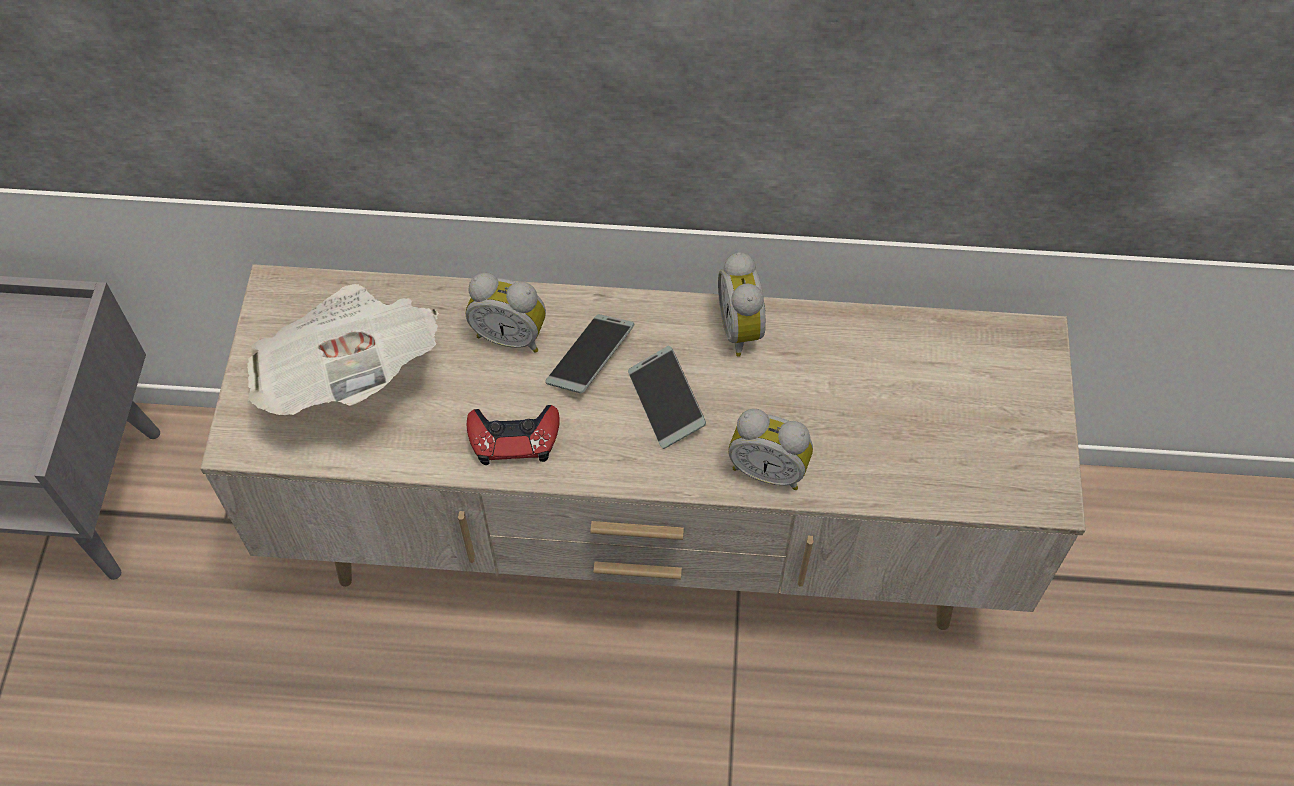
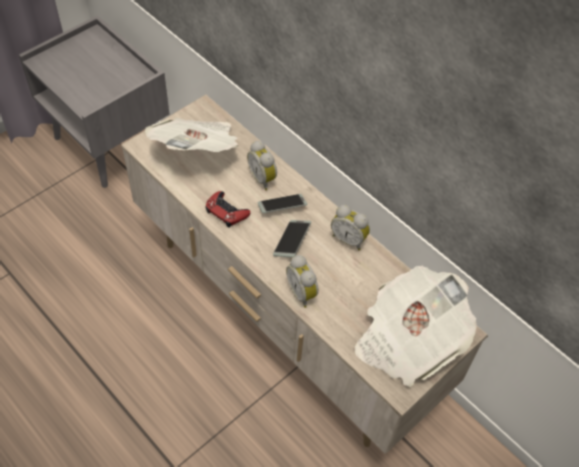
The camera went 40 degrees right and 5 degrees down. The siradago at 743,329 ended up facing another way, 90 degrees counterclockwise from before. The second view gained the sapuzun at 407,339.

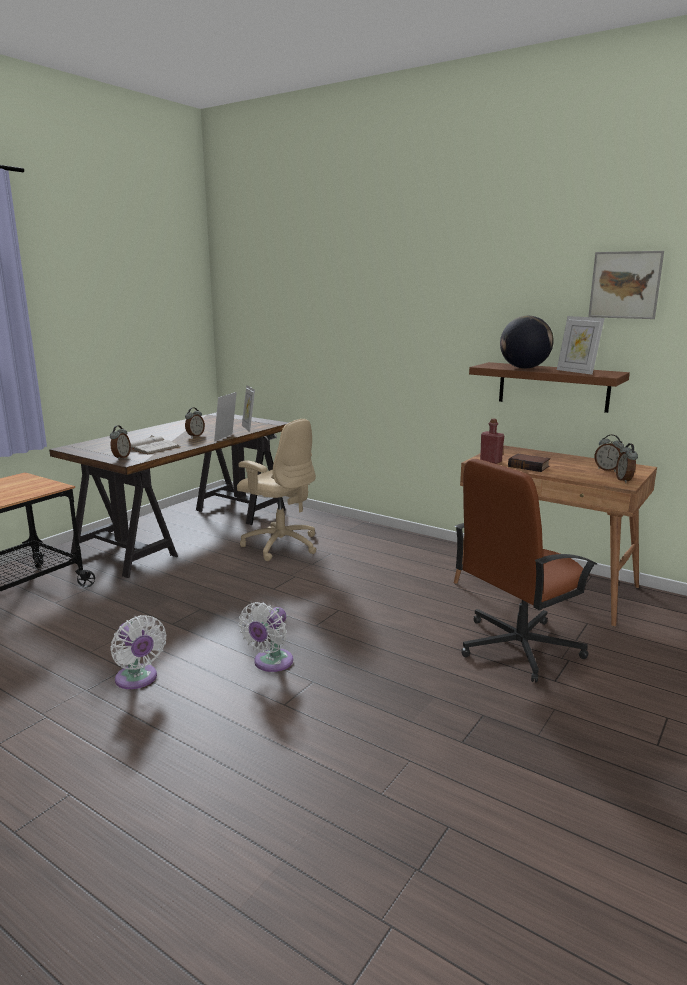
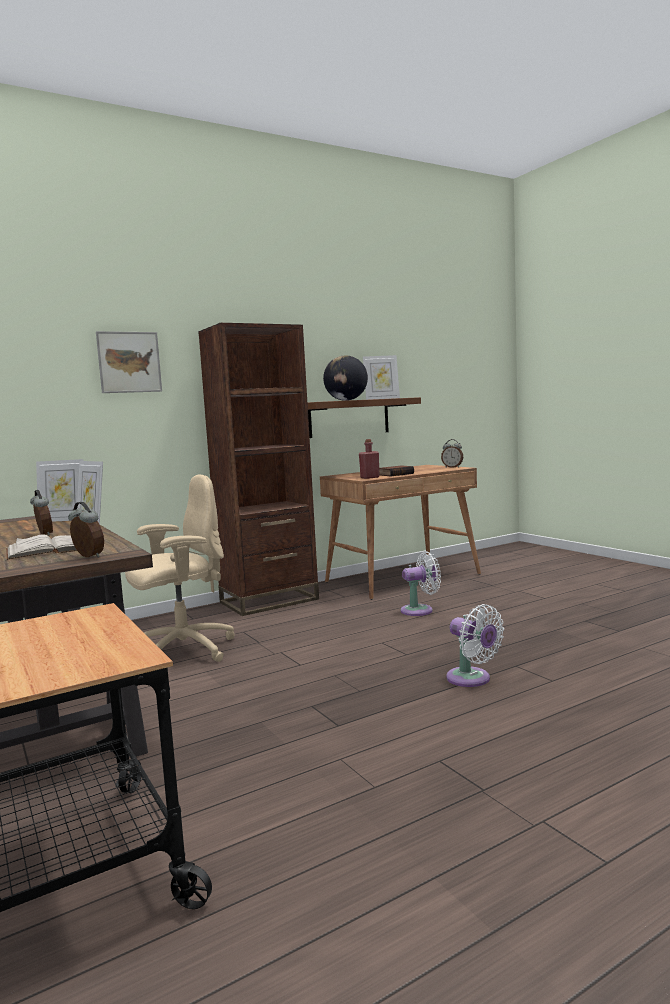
The camera went 65 degrees left and 10 degrees down. The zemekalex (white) ended up elsewhere, having gone from 138,679 to 420,610. The second view lost the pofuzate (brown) at 517,647. The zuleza ended up elsewhere, having gone from 625,285 to 129,362. The second view lost the siradago at 608,470. The second view gained the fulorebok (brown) at 269,601.

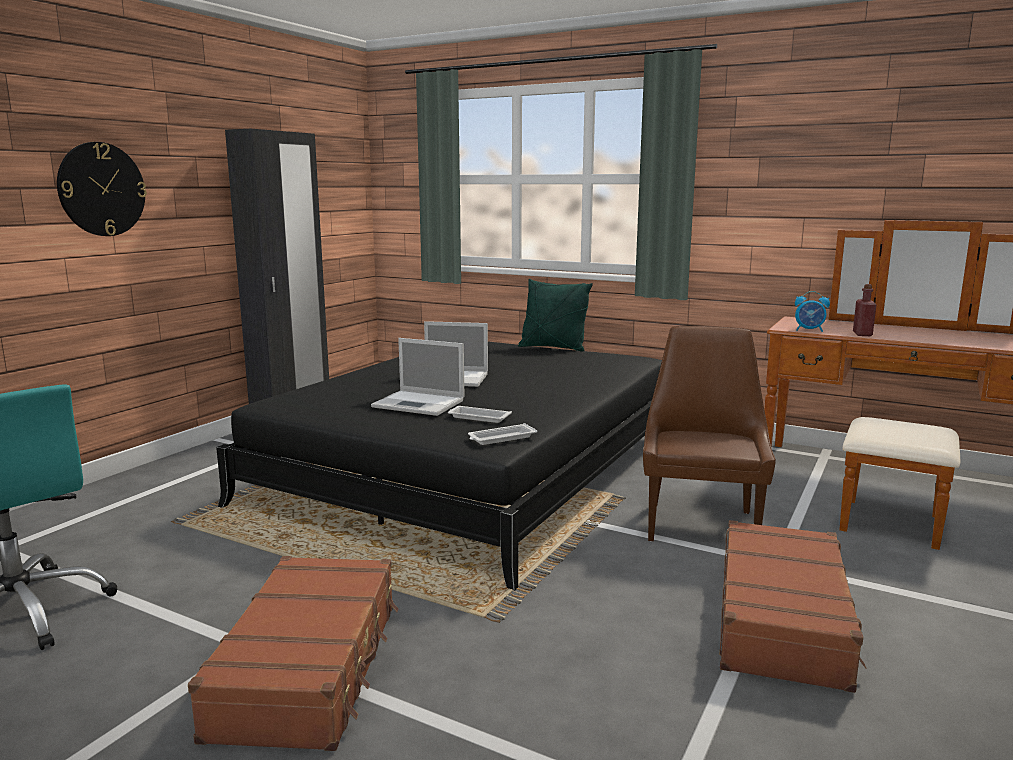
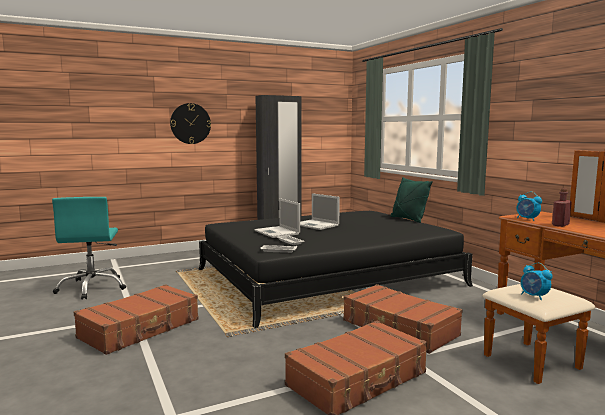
The camera went 35 degrees right and 5 degrees down. Where the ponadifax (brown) stood at 701,524, the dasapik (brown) came to stand at 399,328. The second view gained the siradago at 534,296.

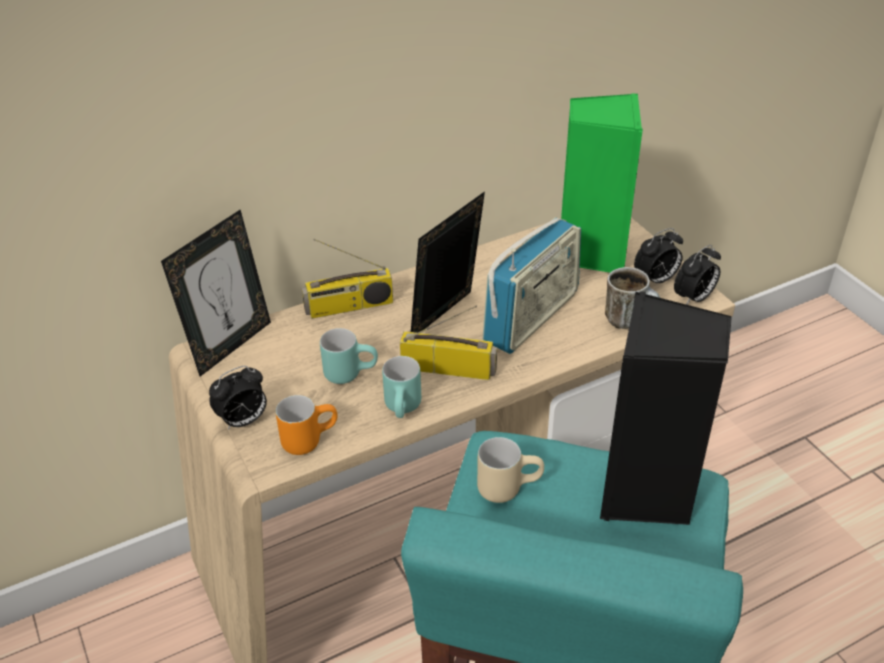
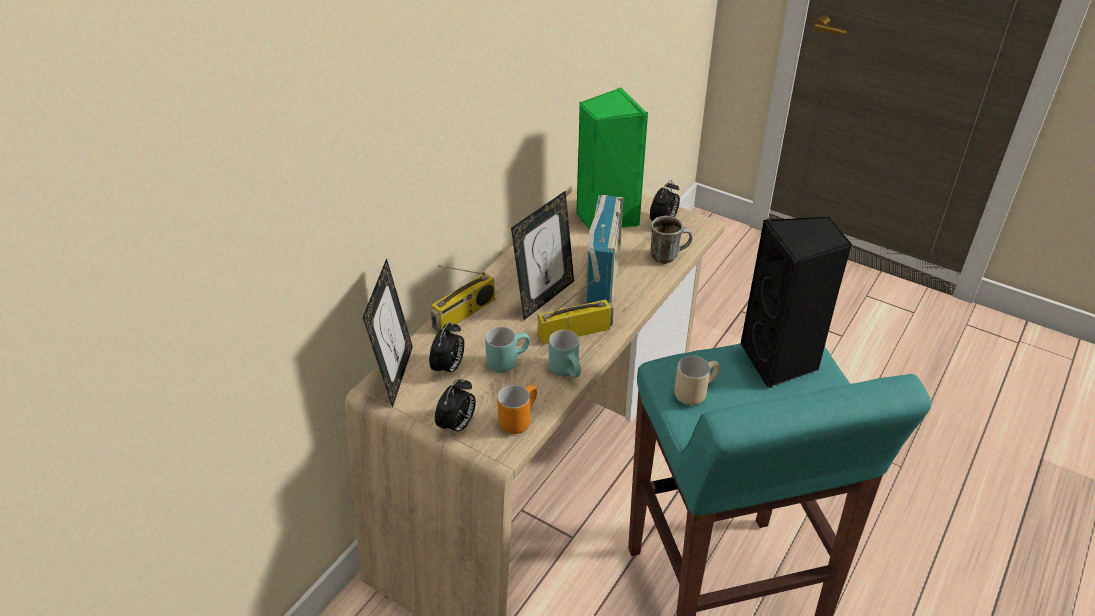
The camera went 30 degrees left and 0 degrees up. The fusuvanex at 447,318 ended up facing another way, 150 degrees counterclockwise from before. The siradago ended up elsewhere, having gone from 693,298 to 449,368.

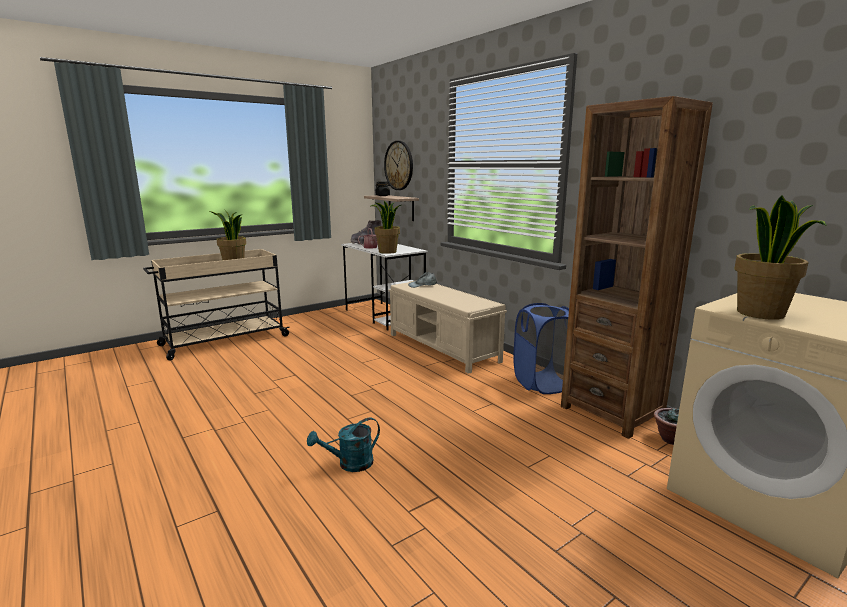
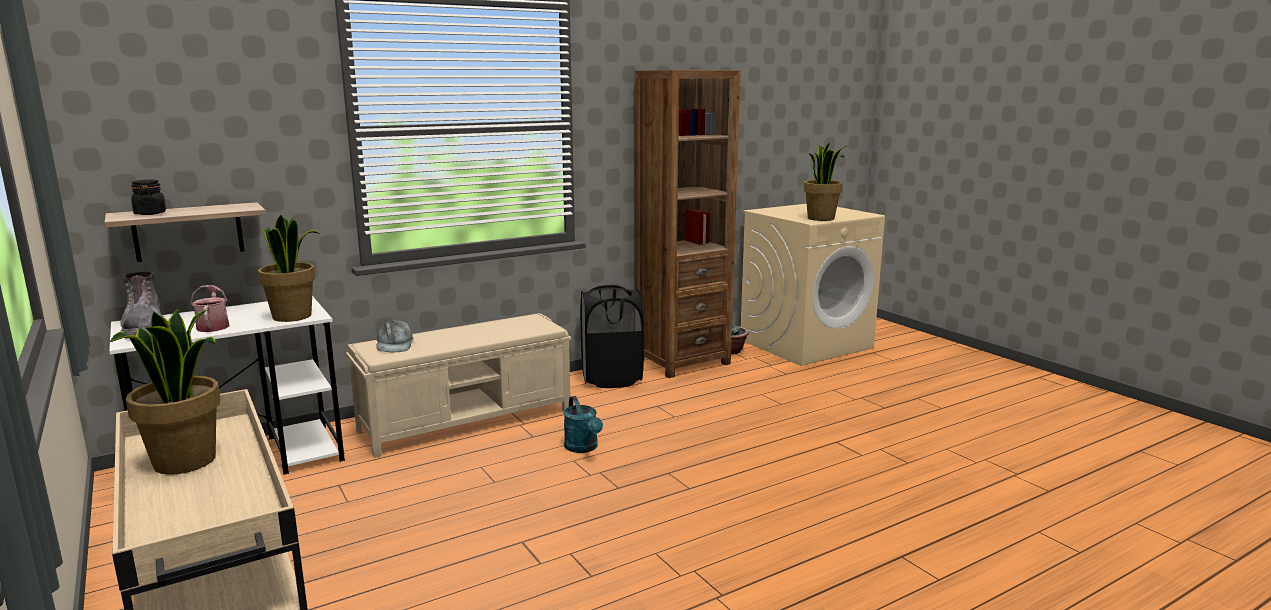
The camera went 85 degrees left and 0 degrees up. The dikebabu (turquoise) ended up elsewhere, having gone from 349,464 to 583,448. The second view lost the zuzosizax at 399,165. What was the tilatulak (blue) at 542,383 turned into the tilatulak (black) at 612,378.

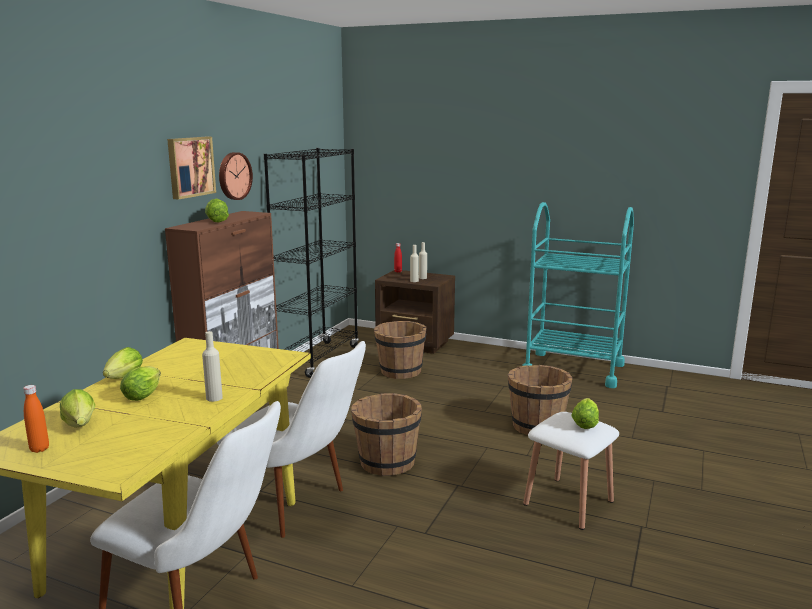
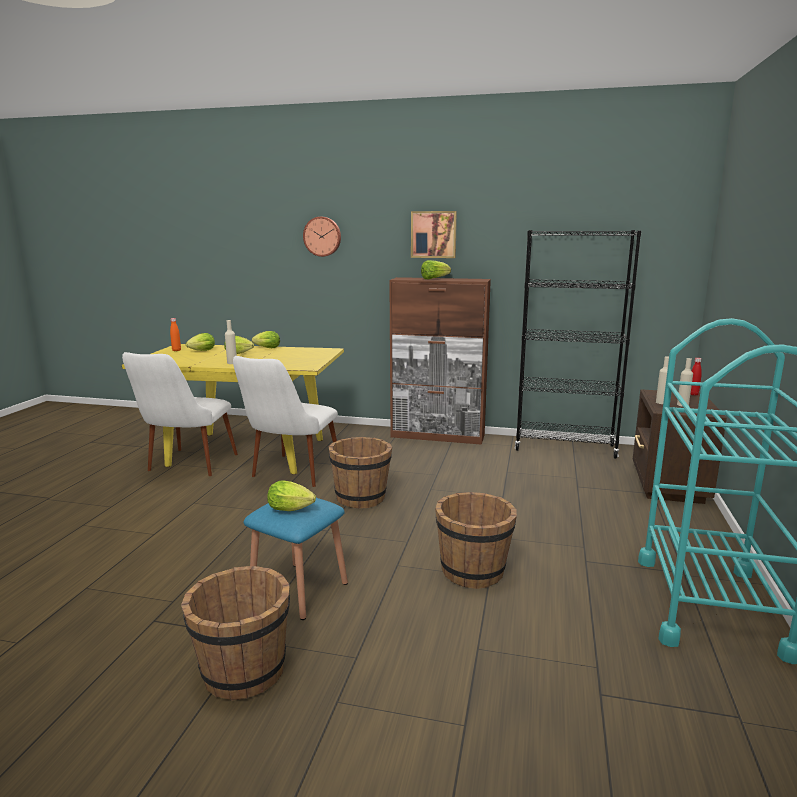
The camera went 80 degrees right and 0 degrees up. The zuzosizax ended up elsewhere, having gone from 233,176 to 322,236. The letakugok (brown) ended up elsewhere, having gone from 400,372 to 243,671. What was the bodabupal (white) at 568,502 turned into the bodabupal (blue) at 299,589.

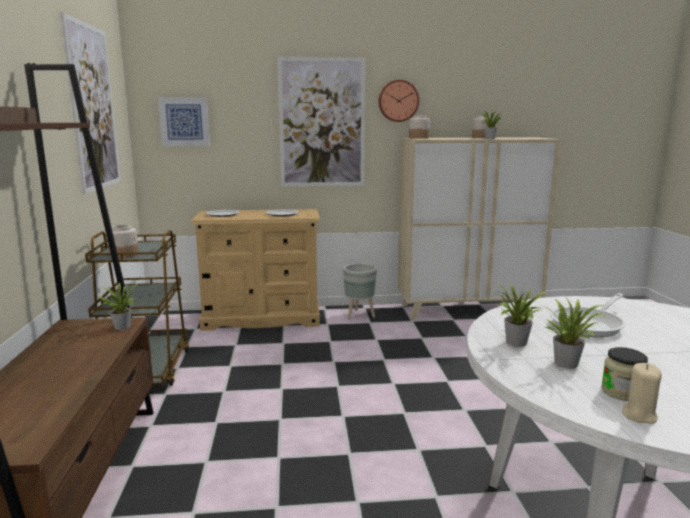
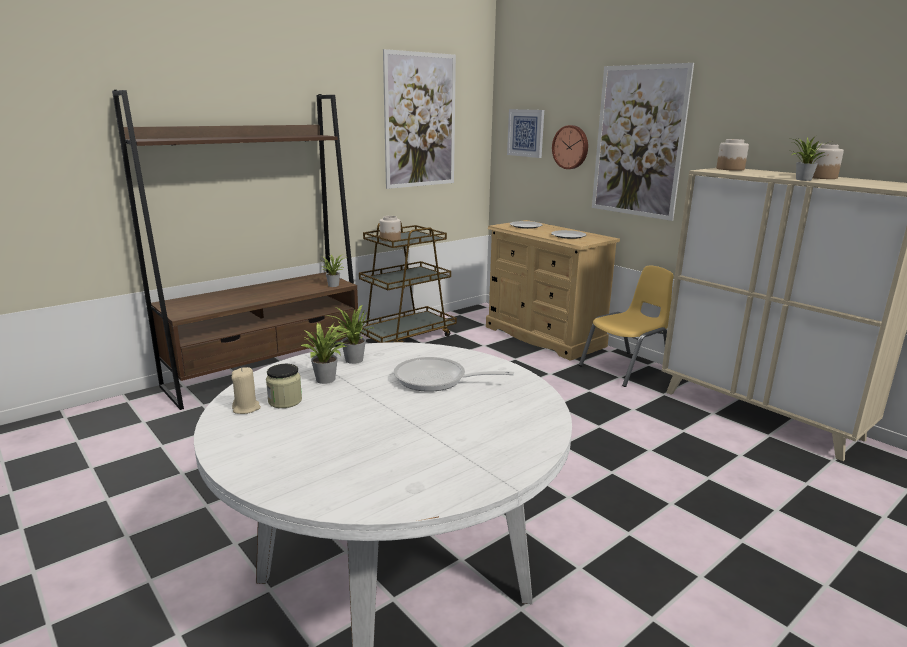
The camera went 55 degrees right and 5 degrees up. Where the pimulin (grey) stood at 360,315, the ponadifax (yellow) came to stand at 626,368. The zuzosizax ended up elsewhere, having gone from 398,101 to 571,147.

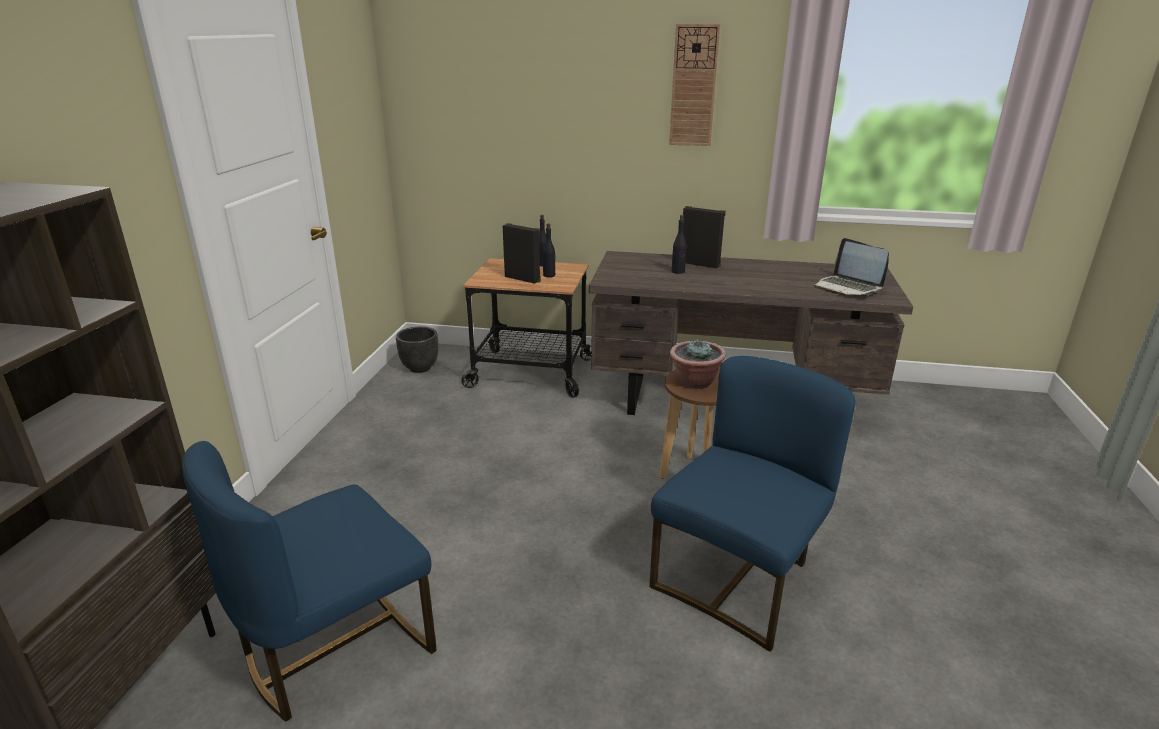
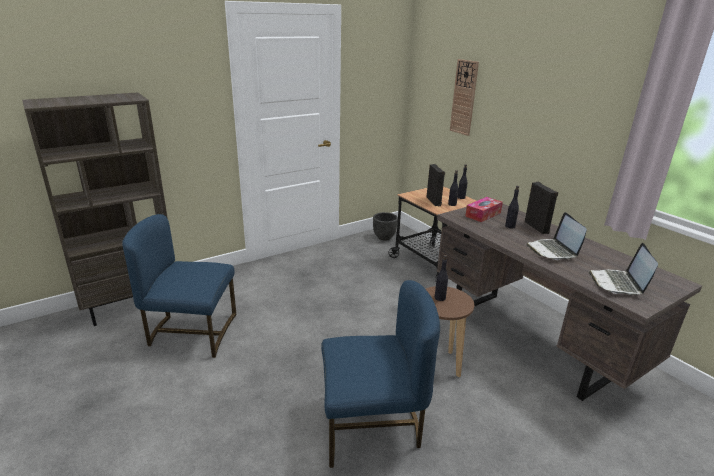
The camera went 45 degrees right and 0 degrees up. The zuzosizax ended up elsewhere, having gone from 693,86 to 464,97. Where the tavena stood at 695,382, the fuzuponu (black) came to stand at 440,298. The second view gained the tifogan at 483,214. The second view gained the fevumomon at 553,250.

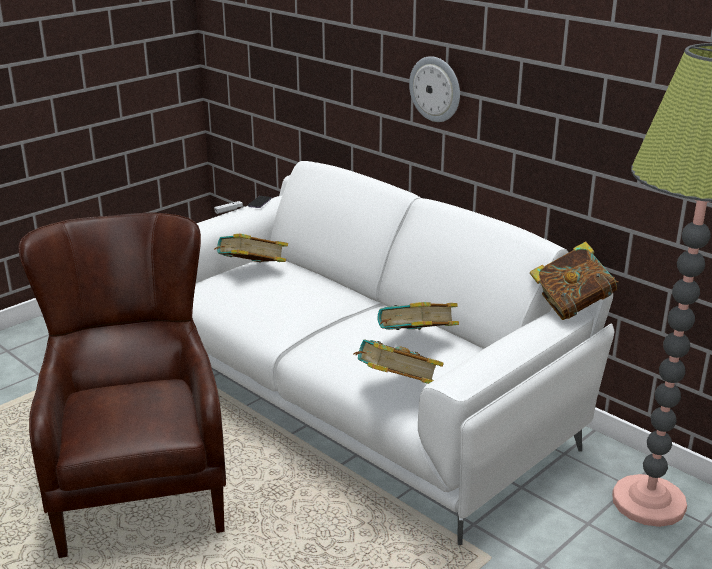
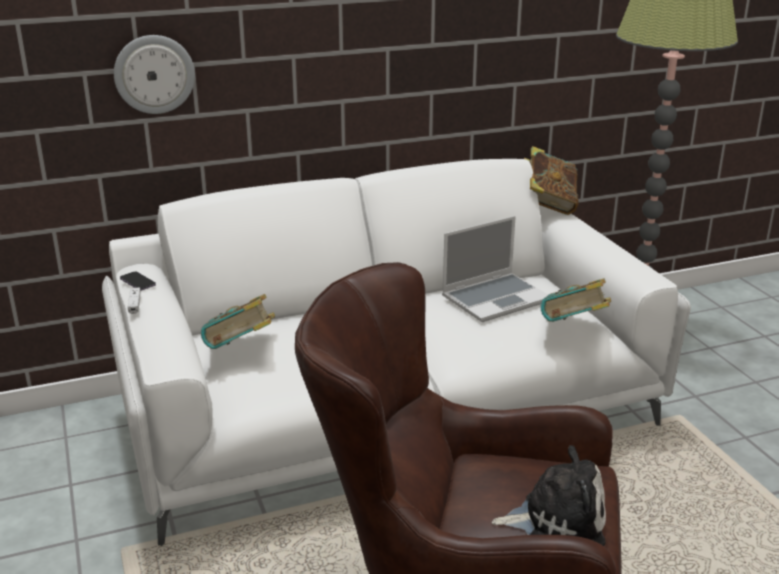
The camera went 65 degrees left and 0 degrees up. Where the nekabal stood at 417,341, the fevumomon came to stand at 495,298. The zuzosizax ended up elsewhere, having gone from 435,89 to 154,74. The second view gained the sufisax at 557,520.

